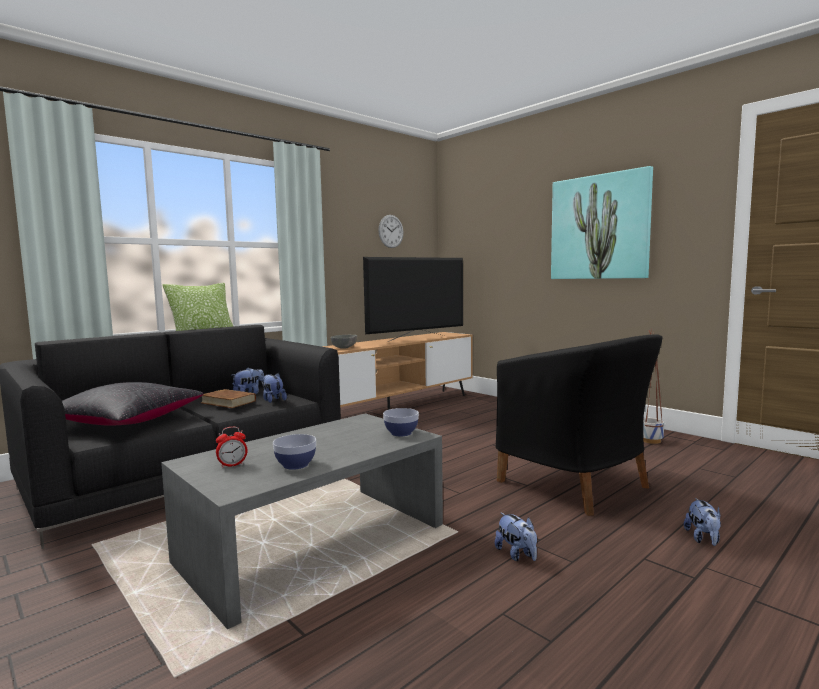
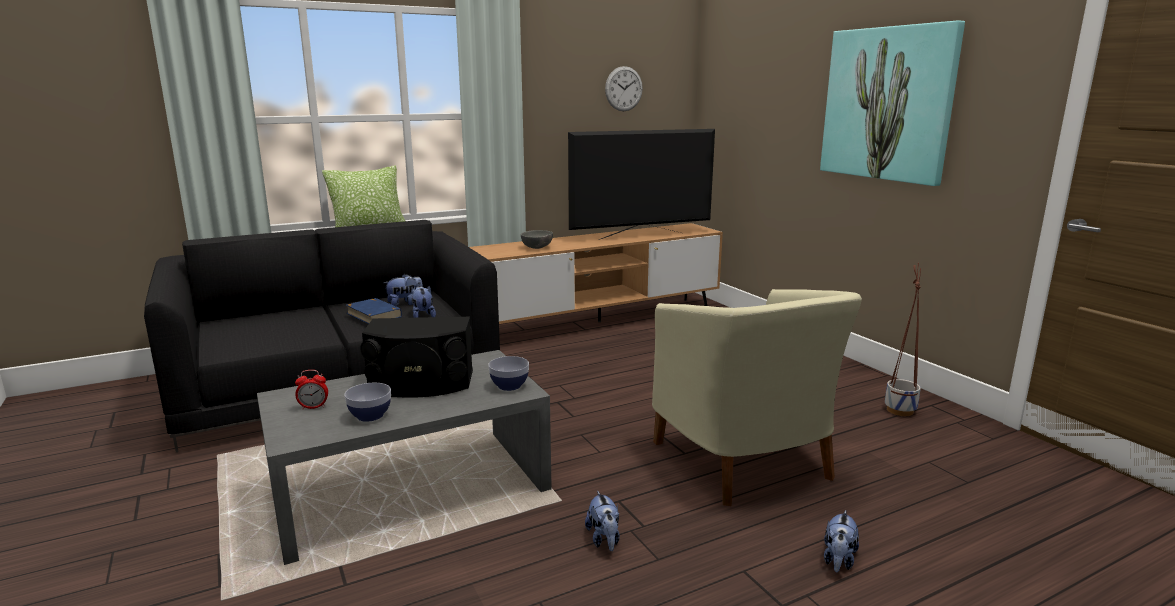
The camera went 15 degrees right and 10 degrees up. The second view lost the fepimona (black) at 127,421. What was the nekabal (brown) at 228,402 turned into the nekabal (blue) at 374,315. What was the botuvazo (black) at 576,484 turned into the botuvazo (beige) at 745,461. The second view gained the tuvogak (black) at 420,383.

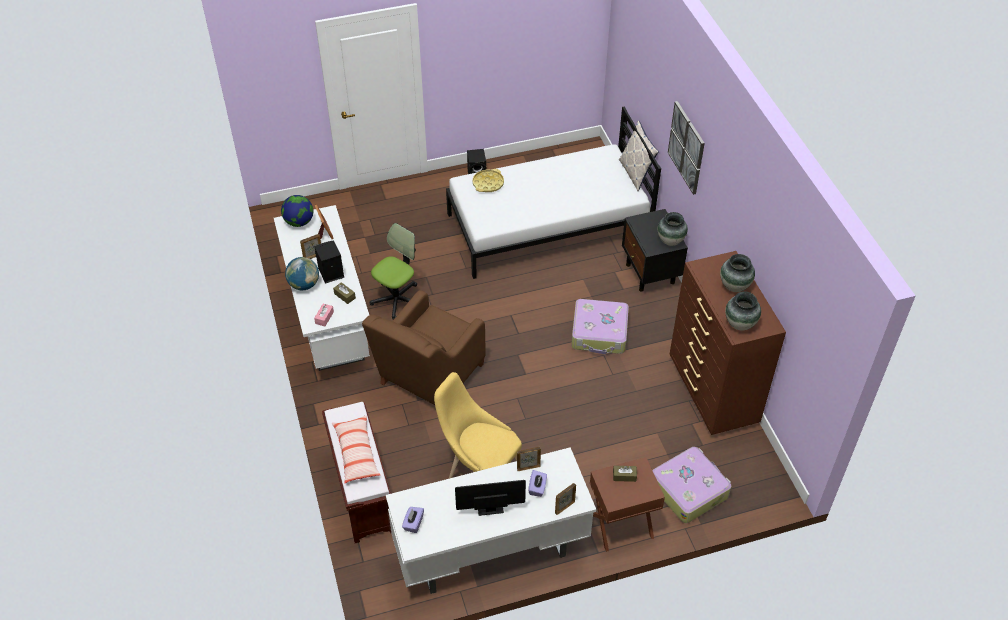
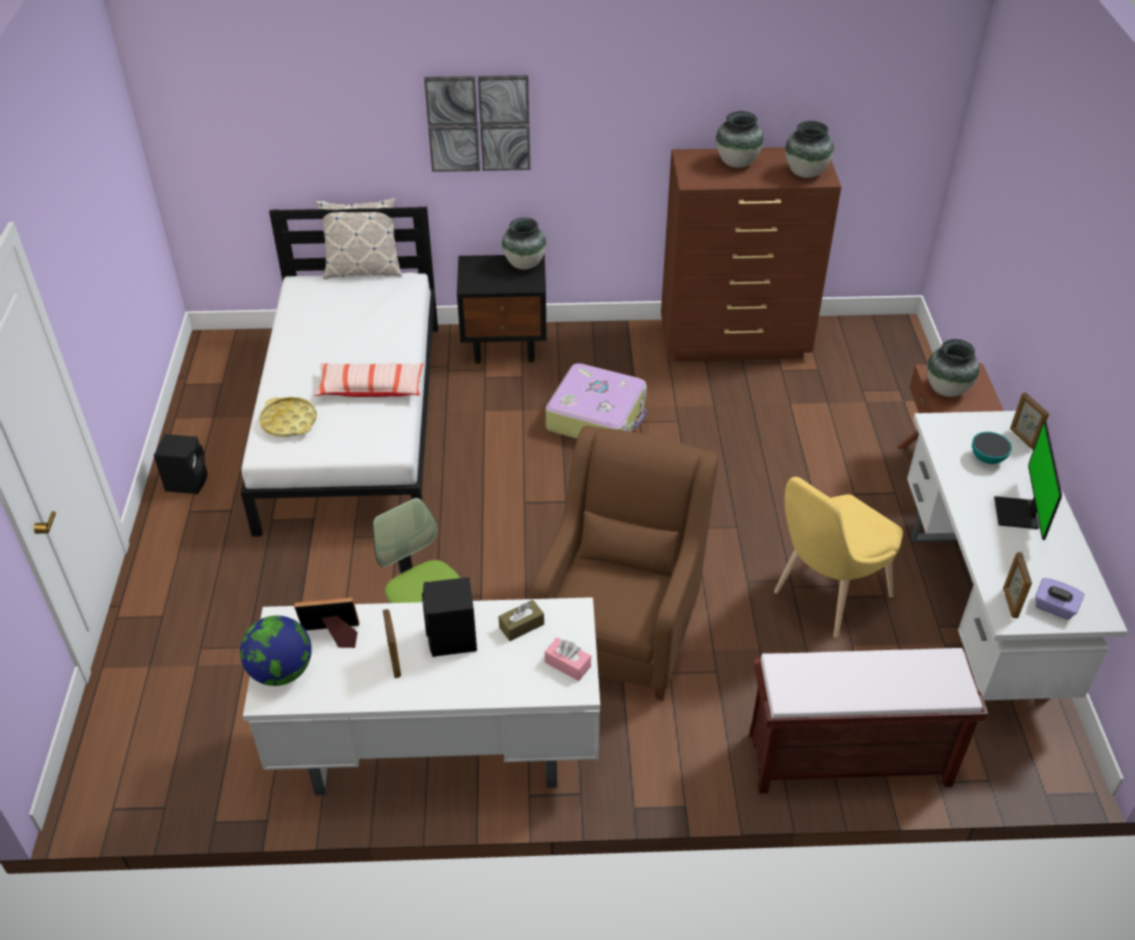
The camera went 75 degrees left and 5 degrees down. The second view lost the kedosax at 304,285. The fepimona ended up elsewhere, having gone from 356,453 to 370,388. The botuvazo (brown) at 429,377 ended up facing another way, 120 degrees counterclockwise from before. The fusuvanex ended up elsewhere, having gone from 528,467 to 1010,603. Where the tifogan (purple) stood at 537,488, the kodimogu came to stand at 987,458. Where the tifogan (brown) stood at 624,476, the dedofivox came to stand at 946,389. The second view lost the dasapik at 689,489.

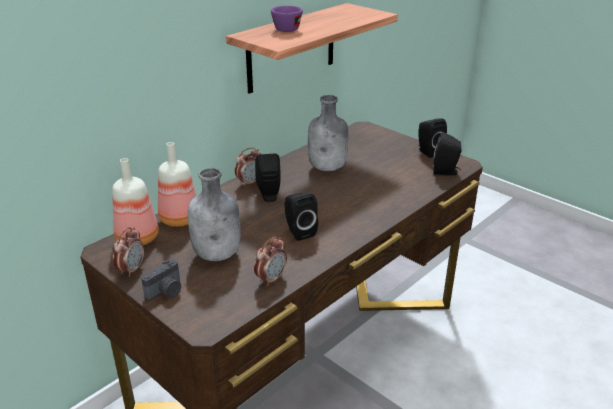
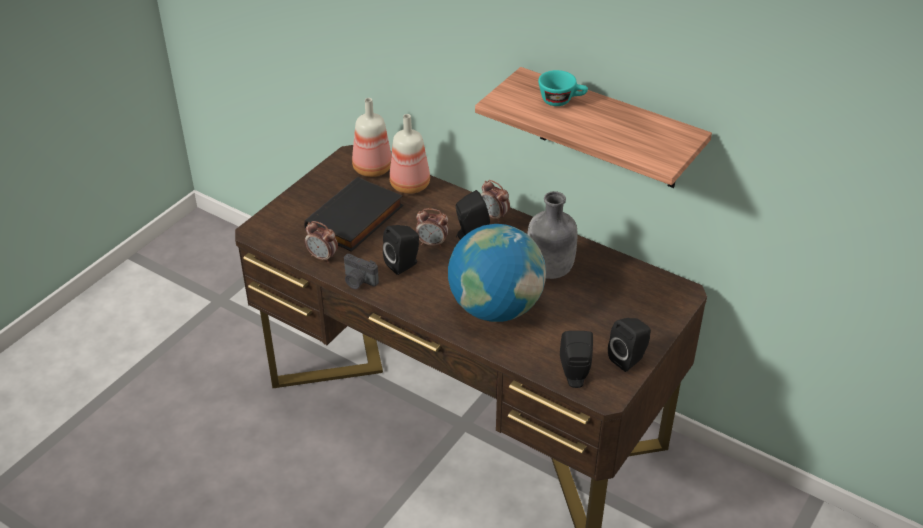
The camera went 80 degrees right and 10 degrees up. The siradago ended up elsewhere, having gone from 131,270 to 432,243. The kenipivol ended up elsewhere, having gone from 166,292 to 358,281. Where the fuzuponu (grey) stood at 218,254, the nekabal (black) came to stand at 356,219. What was the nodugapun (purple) at 288,28 turned into the nodugapun (turquoise) at 561,100. The second view gained the kedosax at 495,308.

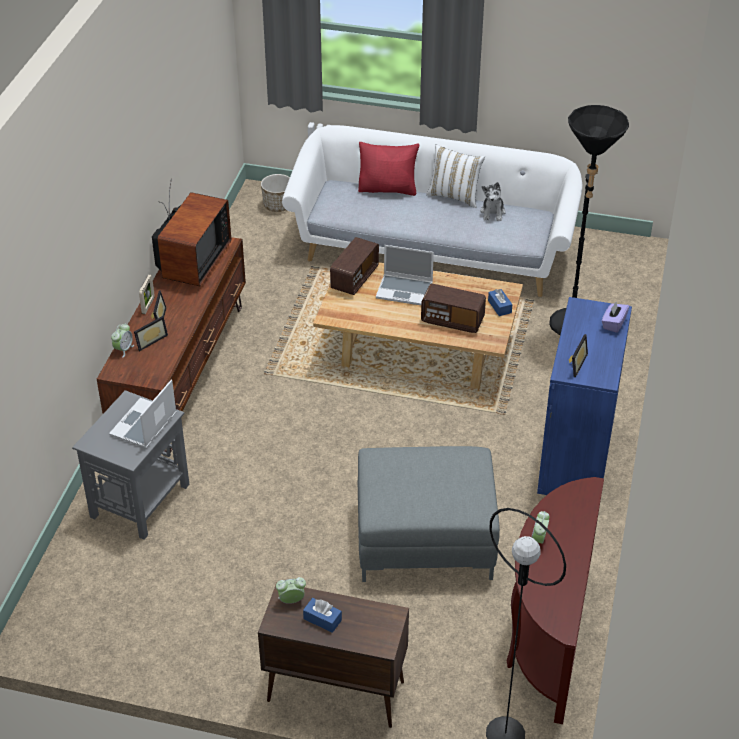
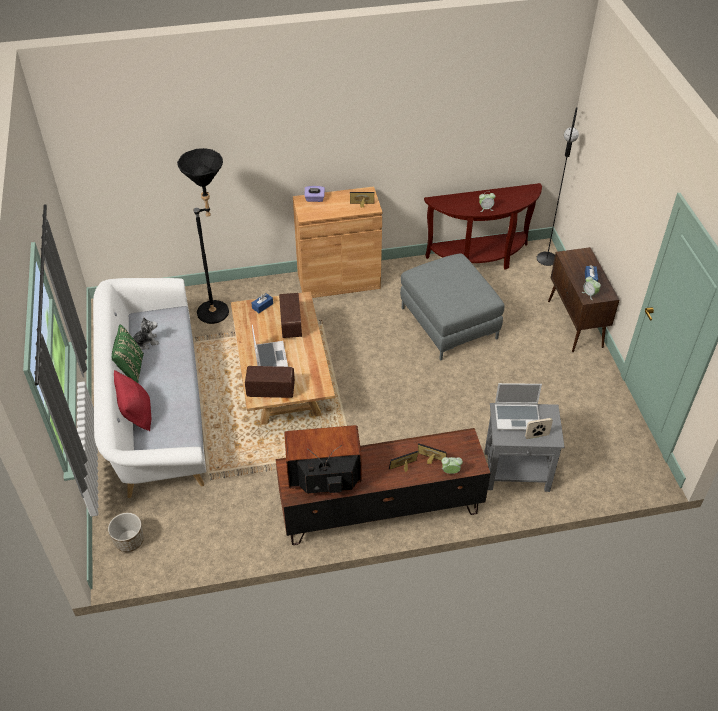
The camera went 115 degrees left and 5 degrees up. The fusuvanex ended up elsewhere, having gone from 148,305 to 537,436. What was the fepimona (white) at 454,196 turned into the fepimona (green) at 131,370. What was the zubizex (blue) at 576,455 turned into the zubizex (brown) at 338,280.

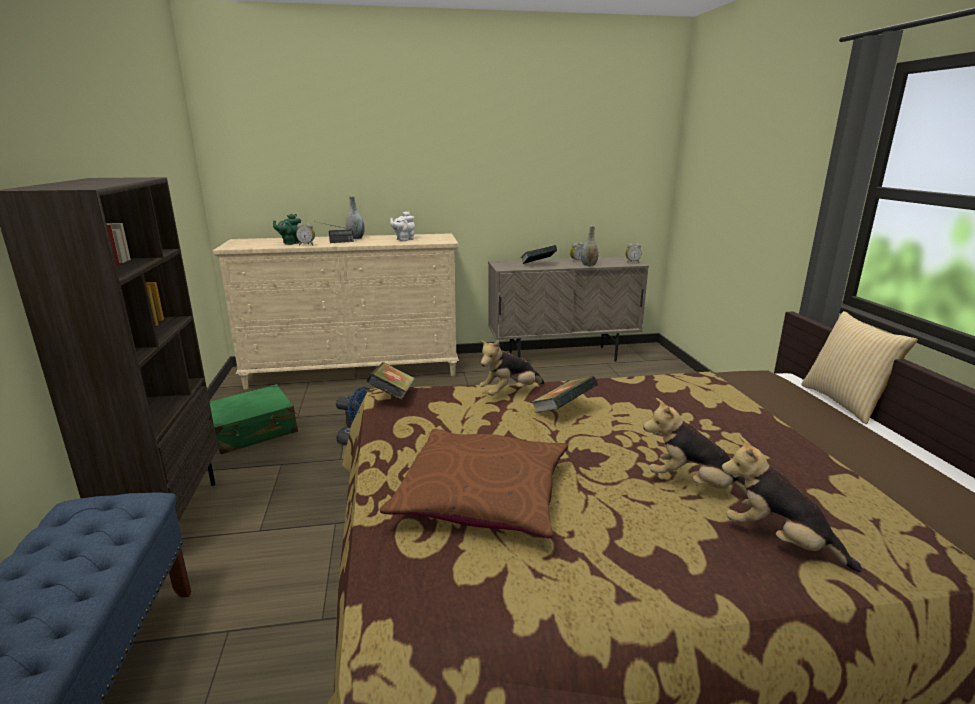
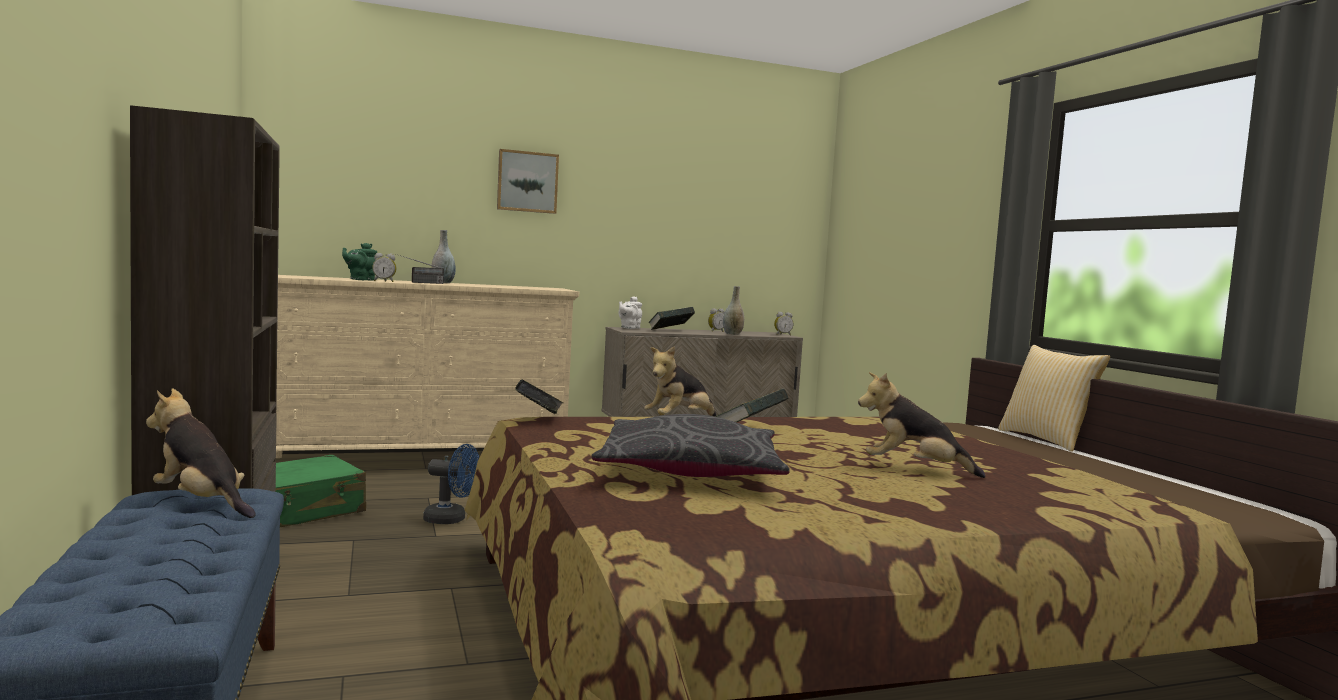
The camera went 10 degrees left and 15 degrees down. What was the fepimona (brown) at 483,496 turned into the fepimona (grey) at 690,471. The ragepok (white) ended up elsewhere, having gone from 404,240 to 629,328. The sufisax ended up elsewhere, having gone from 779,541 to 201,503. The second view gained the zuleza at 527,182.

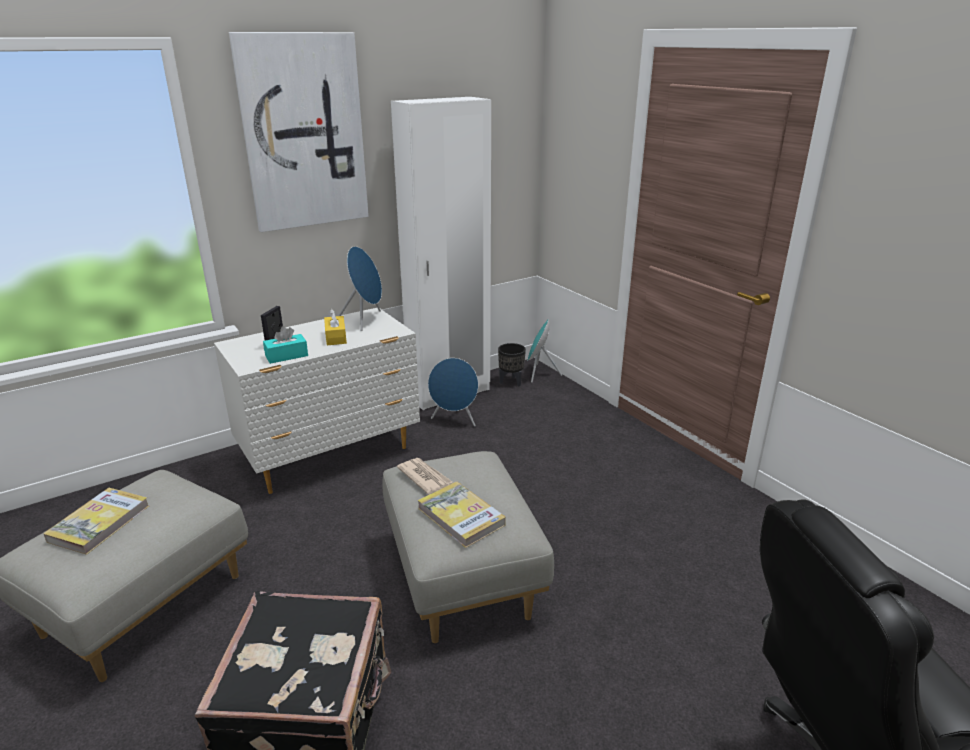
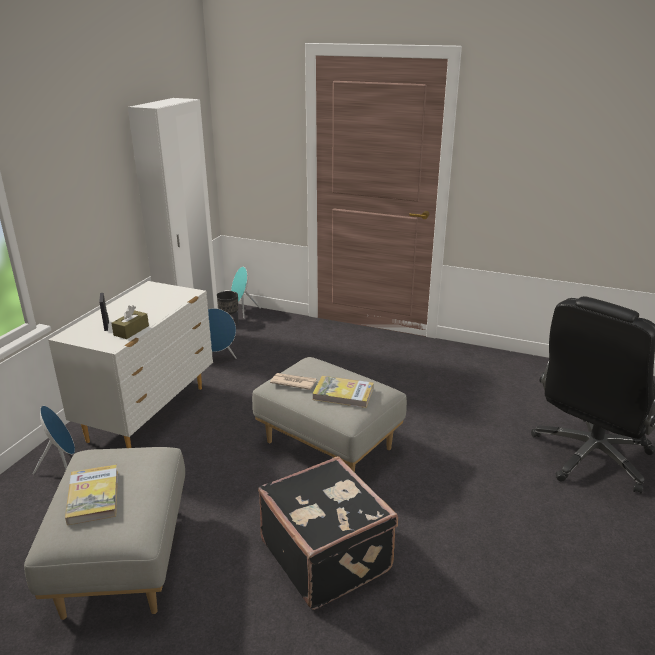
The camera went 35 degrees left and 0 degrees up. The second view lost the zuleza at 303,133. What was the tifogan (turquoise) at 286,356 turned into the tifogan (brown) at 131,330. The second view lost the tifogan (yellow) at 336,337. The tuvogak (blue) ended up elsewhere, having gone from 365,320 to 63,467.

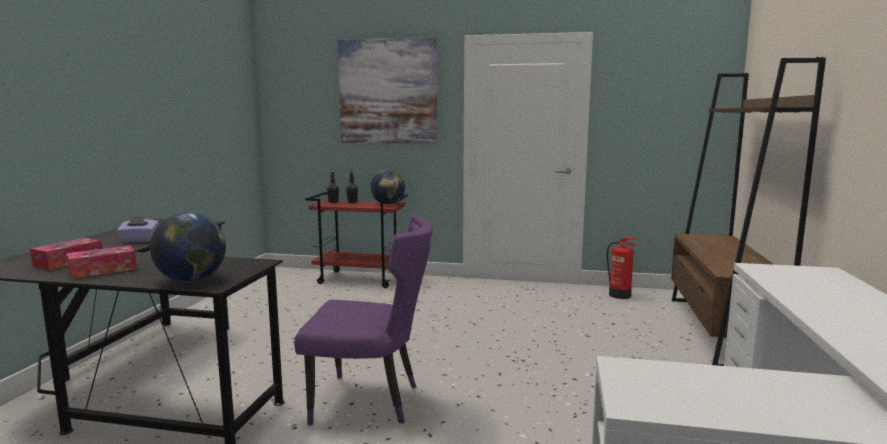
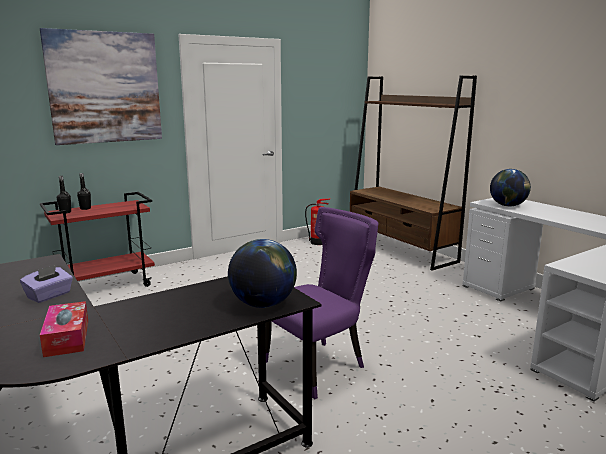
The camera went 45 degrees left and 5 degrees up. The second view lost the tifogan at 103,270. The kedosax ended up elsewhere, having gone from 388,204 to 508,206.

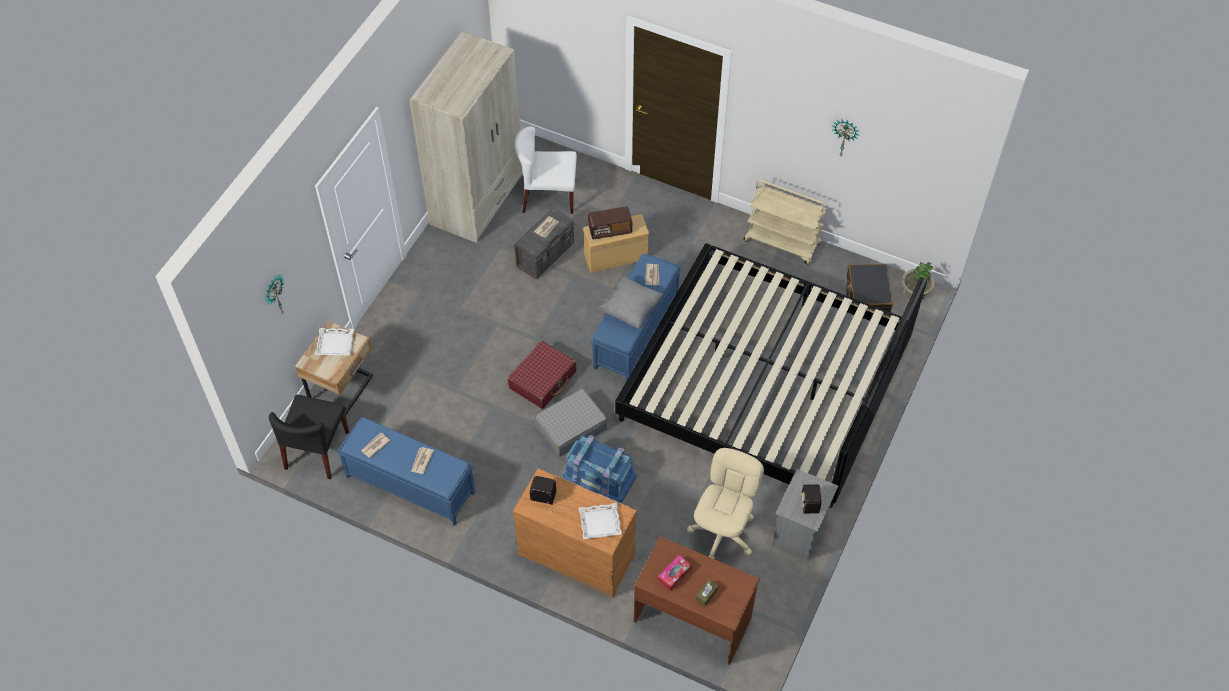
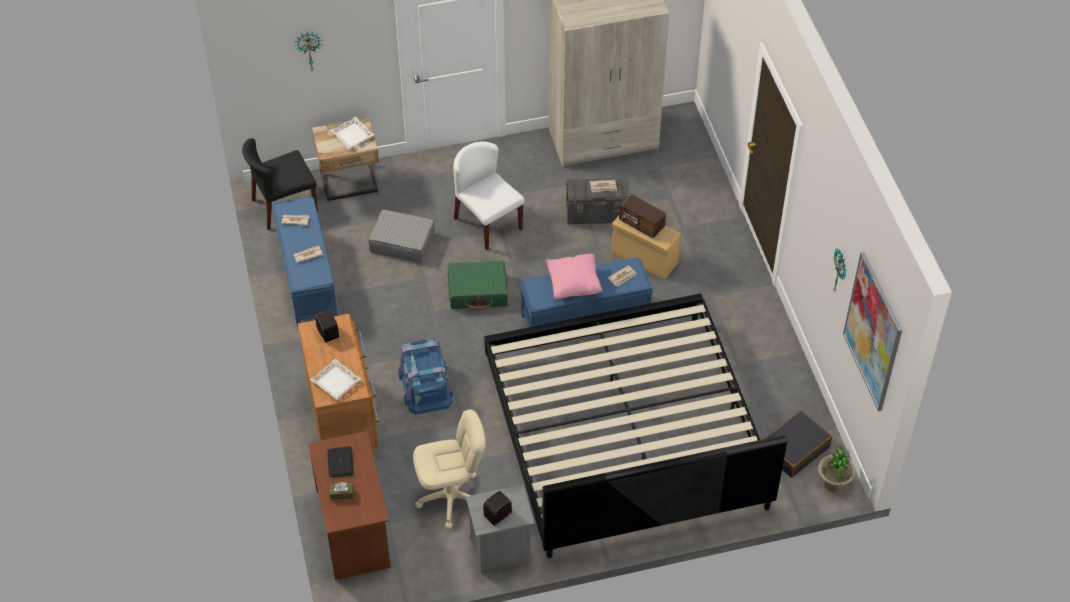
The camera went 50 degrees right and 5 degrees down. What was the dasapik (red) at 543,380 turned into the dasapik (green) at 478,291. The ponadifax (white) ended up elsewhere, having gone from 548,197 to 487,223. The dasapik (grey) ended up elsewhere, having gone from 570,427 to 402,242. What was the fepimona (grey) at 630,309 turned into the fepimona (pink) at 574,285. Where the tifogan stood at 674,575, the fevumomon came to stand at 340,462. The second view lost the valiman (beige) at 782,242. The second view gained the zuleza at 873,332.

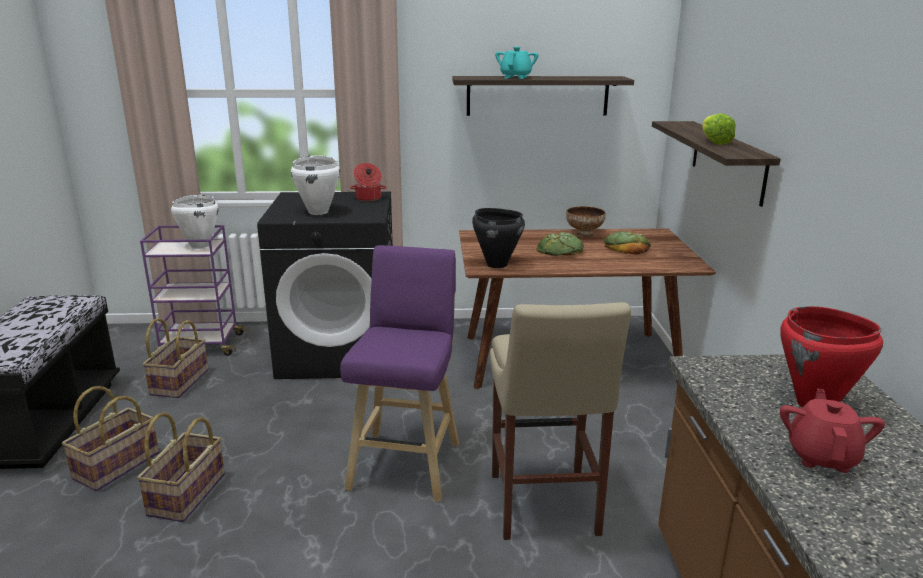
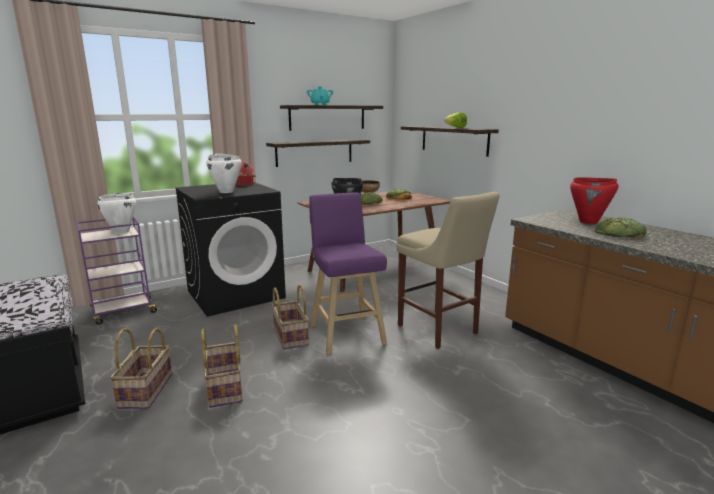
The camera went 30 degrees left and 5 degrees down. The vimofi ended up elsewhere, having gone from 179,382 to 290,336. Where the ragepok (red) stood at 822,457, the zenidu came to stand at 620,234. The second view gained the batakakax at 314,152.

